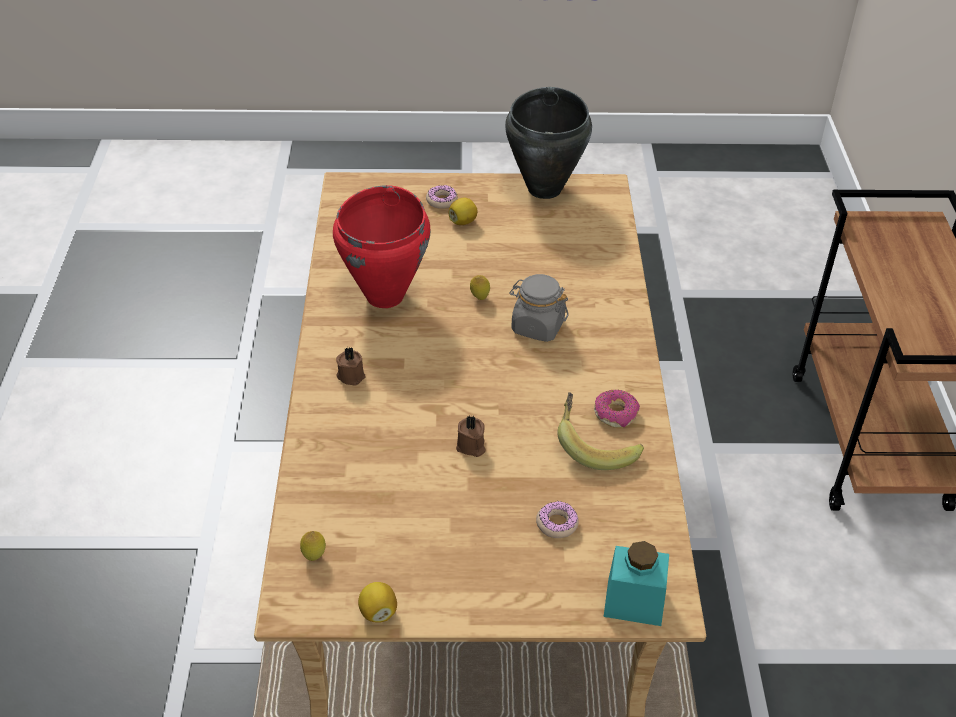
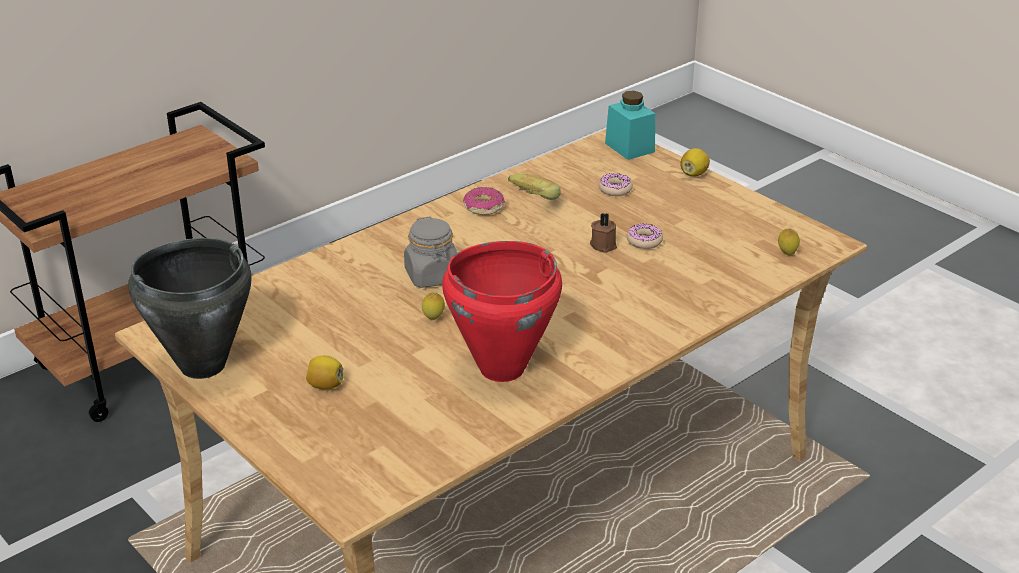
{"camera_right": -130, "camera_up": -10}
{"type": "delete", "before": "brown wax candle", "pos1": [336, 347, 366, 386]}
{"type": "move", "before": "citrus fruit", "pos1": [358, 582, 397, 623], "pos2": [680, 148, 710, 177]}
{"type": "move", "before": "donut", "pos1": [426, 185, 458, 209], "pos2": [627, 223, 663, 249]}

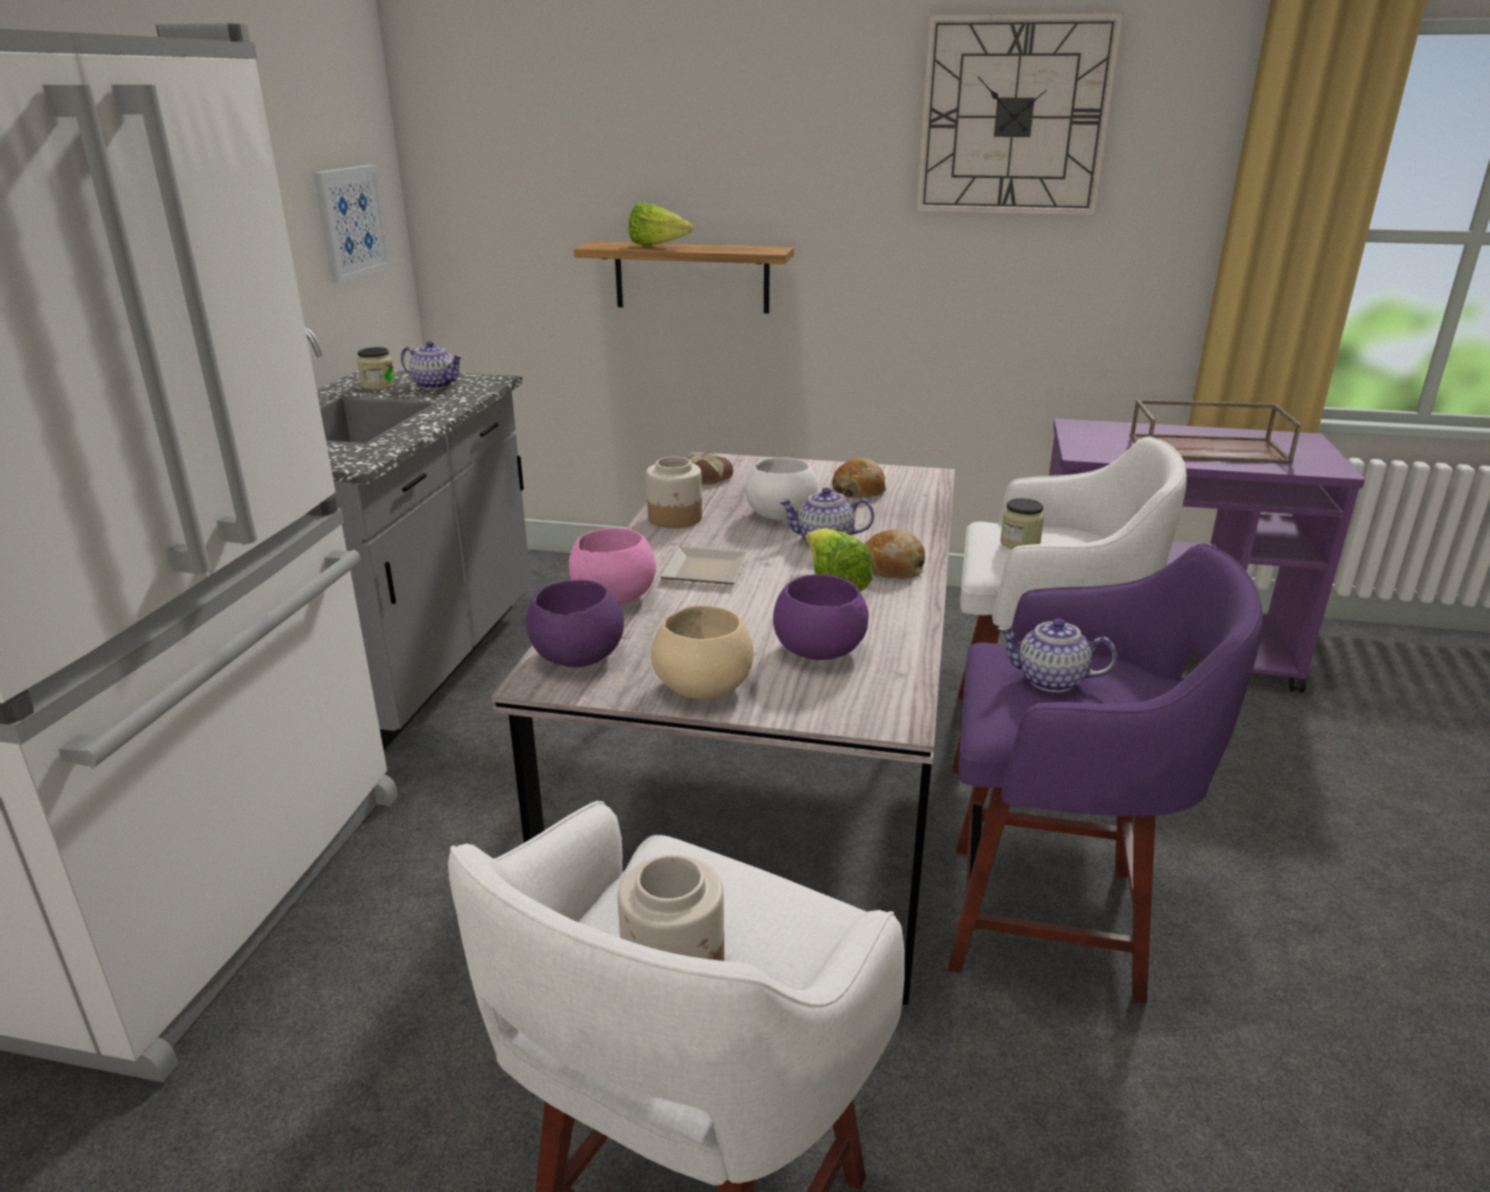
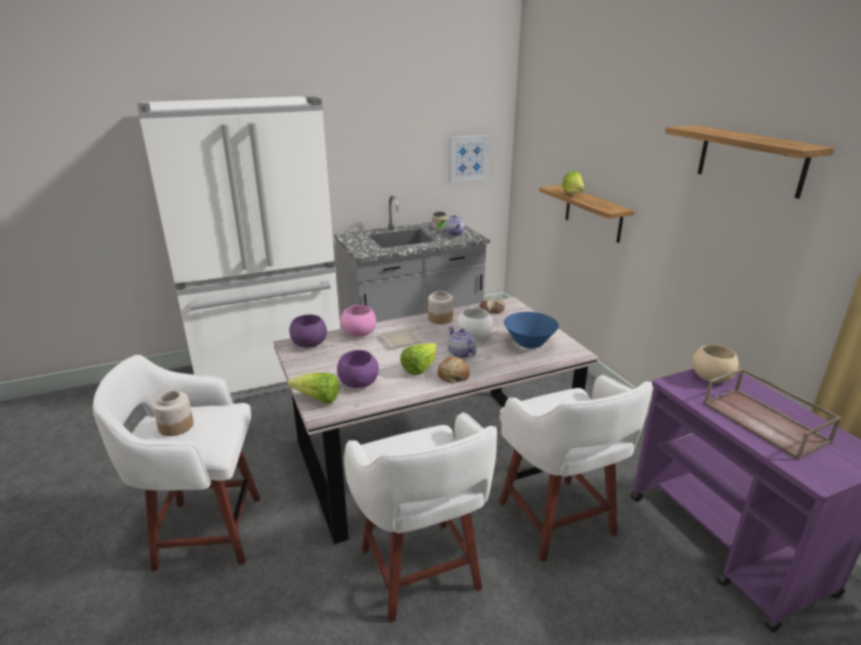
{"camera_right": 55, "camera_up": 0}
{"type": "delete", "before": "pot for tea", "pos1": [998, 618, 1117, 692]}
{"type": "delete", "before": "preserve jar", "pos1": [1000, 498, 1044, 549]}
{"type": "insert", "after": "lettuce head", "pos2": [287, 373, 339, 403]}
{"type": "move", "before": "sand-coloured bowl", "pos1": [651, 605, 753, 699], "pos2": [692, 345, 739, 383]}
{"type": "replace", "before": "bread", "after": "blue-coloured bowl", "pos1": [832, 458, 886, 499], "pos2": [504, 312, 559, 349]}
{"type": "replace", "before": "hanging clock", "after": "shelf", "pos1": [916, 13, 1123, 216], "pos2": [665, 125, 835, 199]}
{"type": "recolor", "before": "purplish stool seat", "after": "whitish stool seat", "pos1": [948, 543, 1263, 1004], "pos2": [344, 412, 497, 623]}

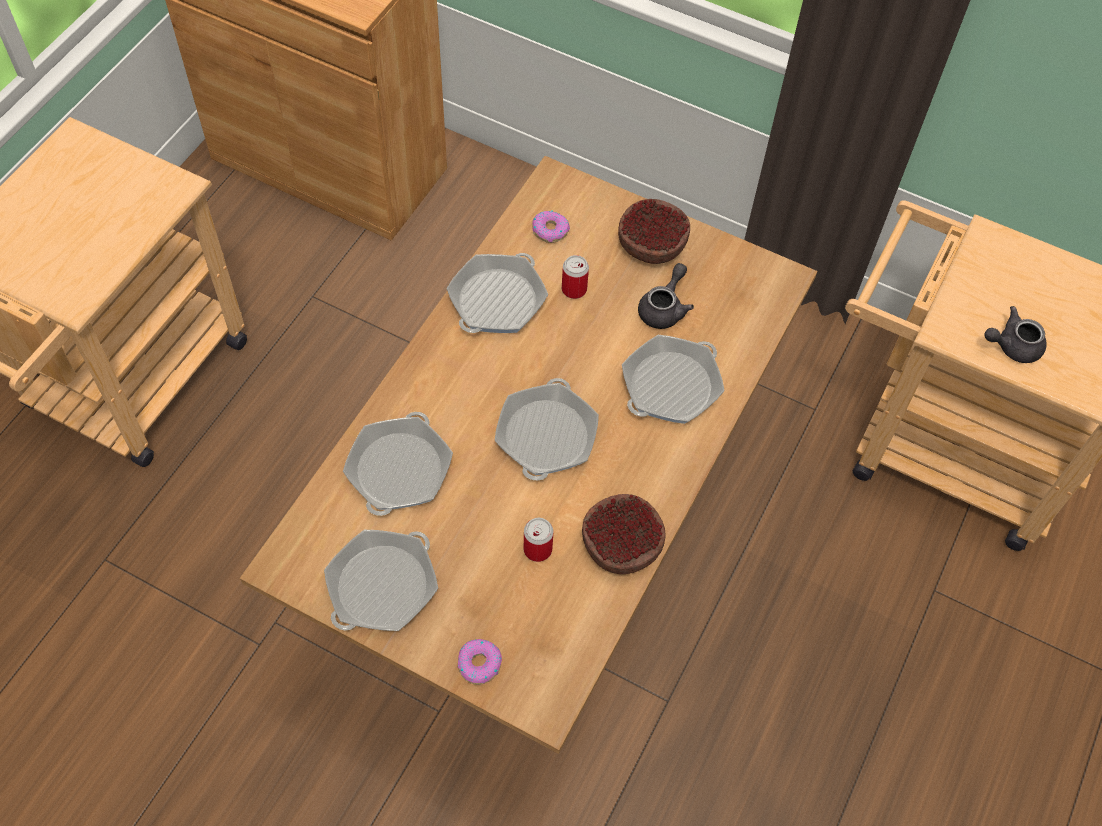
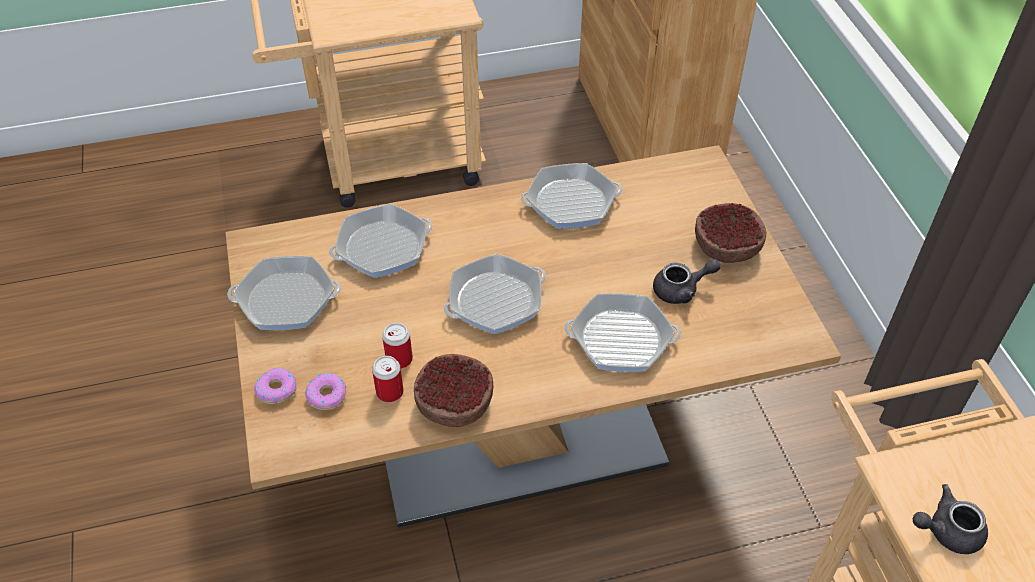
{"camera_right": 50, "camera_up": -10}
{"type": "move", "before": "donut", "pos1": [532, 210, 570, 243], "pos2": [305, 373, 346, 410]}
{"type": "move", "before": "can", "pos1": [562, 255, 589, 299], "pos2": [372, 356, 404, 402]}
{"type": "rotate", "before": "grey pot for tea", "pos1": [984, 306, 1047, 363], "pos2": [913, 484, 988, 554], "turn": -45}

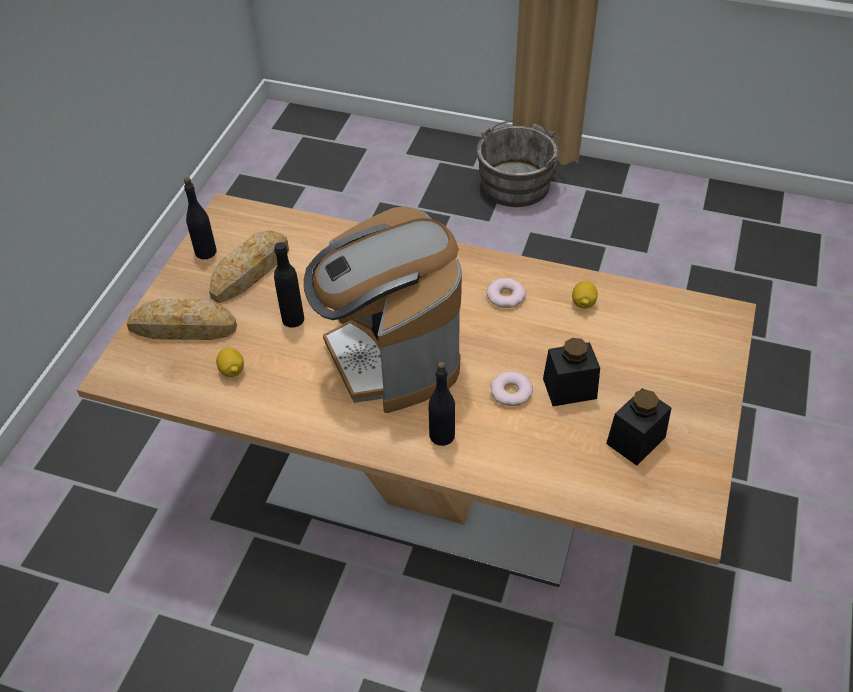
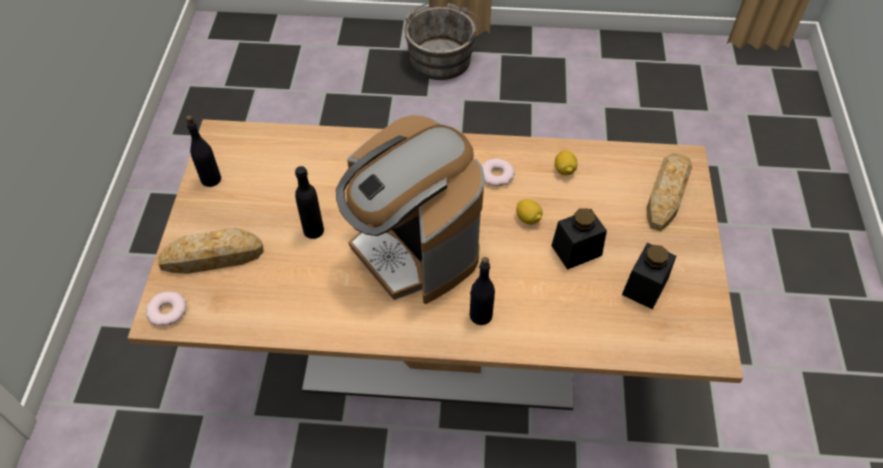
{"camera_right": -15, "camera_up": 5}
{"type": "move", "before": "bread", "pos1": [209, 231, 289, 303], "pos2": [647, 153, 692, 231]}
{"type": "move", "before": "citrus fruit", "pos1": [216, 348, 244, 377], "pos2": [516, 199, 543, 224]}
{"type": "move", "before": "donut", "pos1": [490, 371, 533, 406], "pos2": [146, 291, 186, 326]}

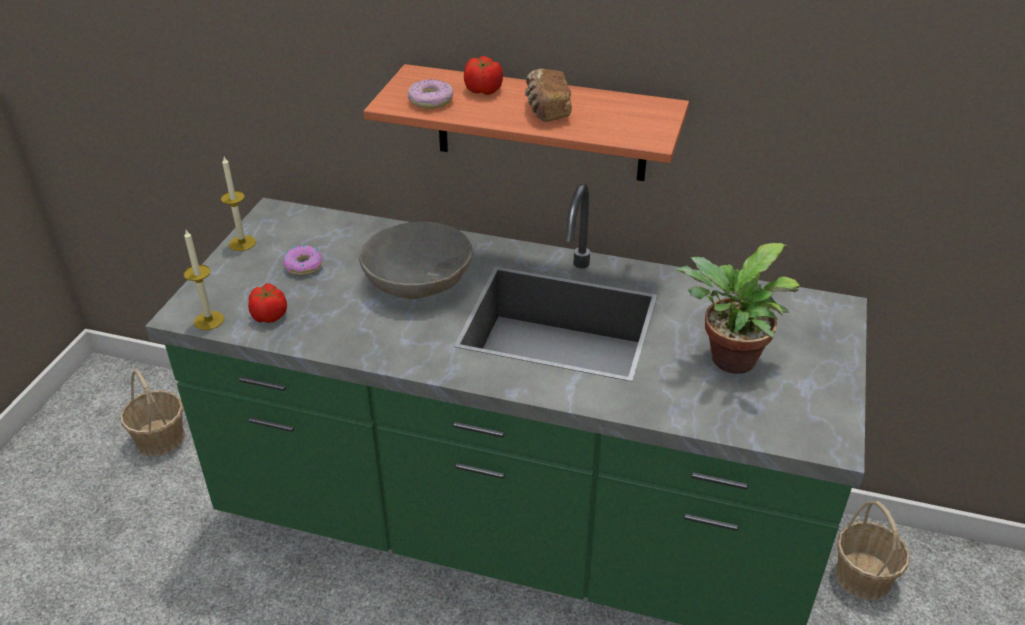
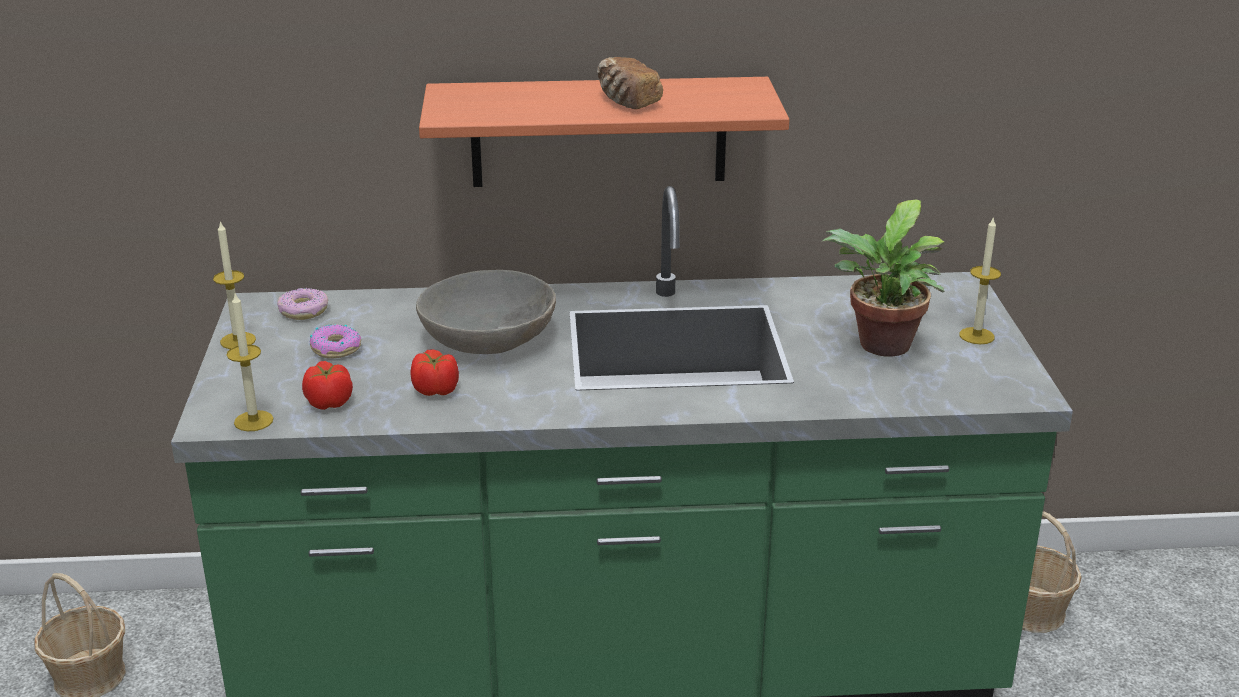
{"camera_right": -20, "camera_up": -10}
{"type": "insert", "after": "wax candle", "pos2": [959, 216, 1001, 344]}
{"type": "move", "before": "donut", "pos1": [408, 79, 453, 109], "pos2": [277, 288, 328, 320]}
{"type": "move", "before": "whole tomato", "pos1": [464, 56, 503, 95], "pos2": [411, 349, 459, 396]}

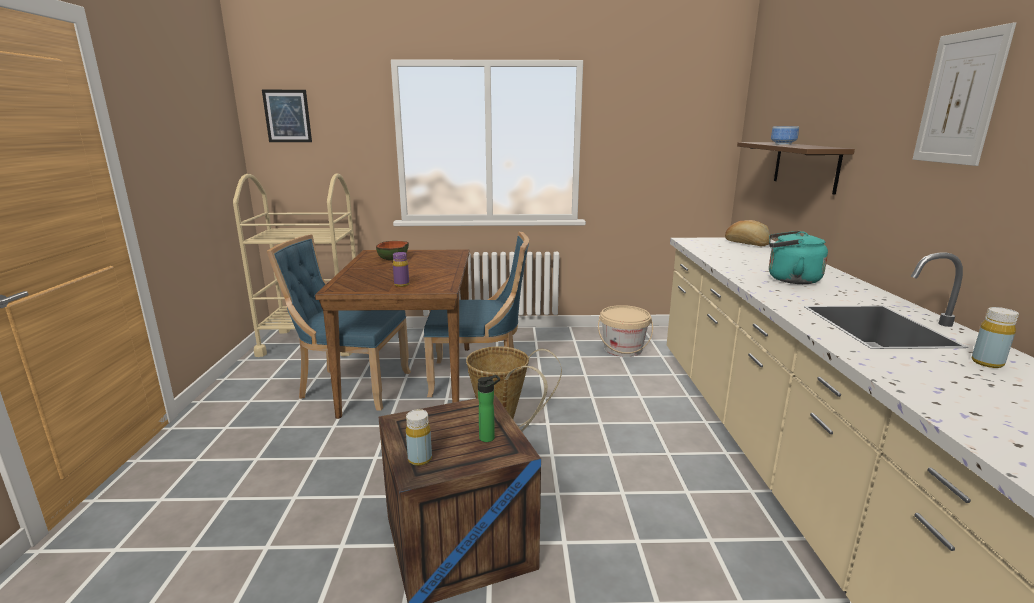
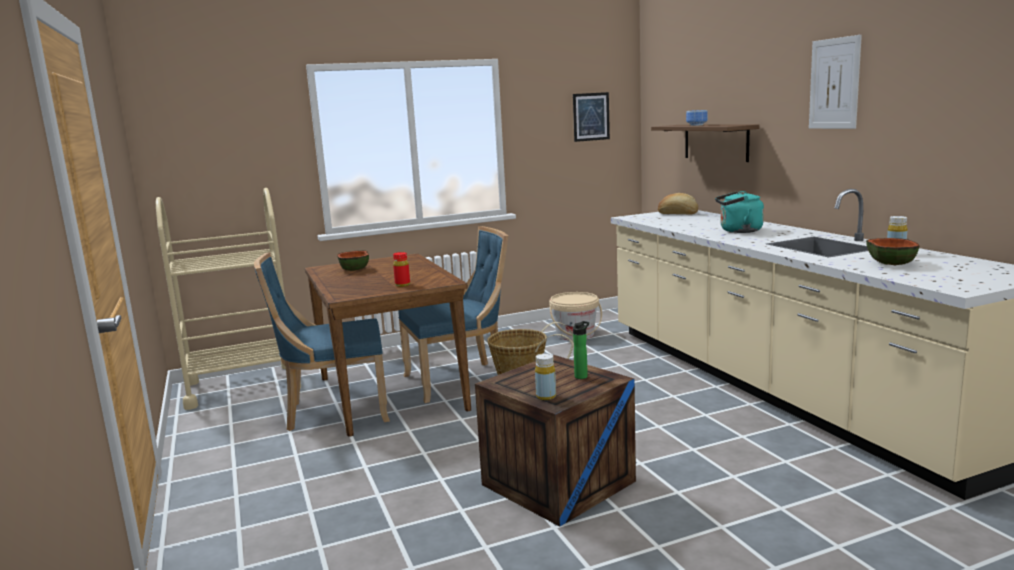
{"camera_right": -20, "camera_up": -5}
{"type": "insert", "after": "bowl", "pos2": [866, 238, 920, 265]}
{"type": "move", "before": "picture", "pos1": [262, 90, 312, 142], "pos2": [573, 92, 610, 142]}
{"type": "recolor", "before": "purplish bottle", "after": "red bottle", "pos1": [393, 252, 409, 287], "pos2": [393, 252, 410, 287]}

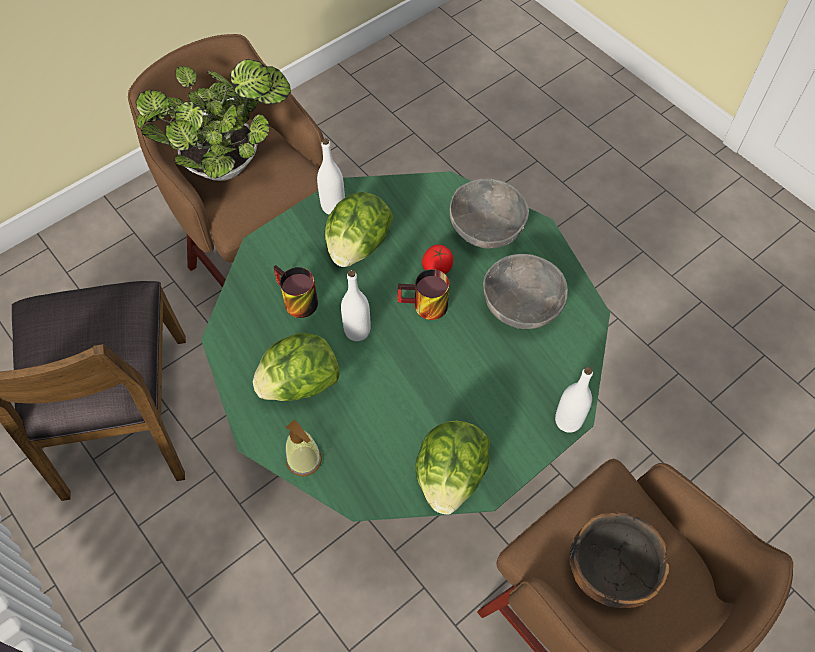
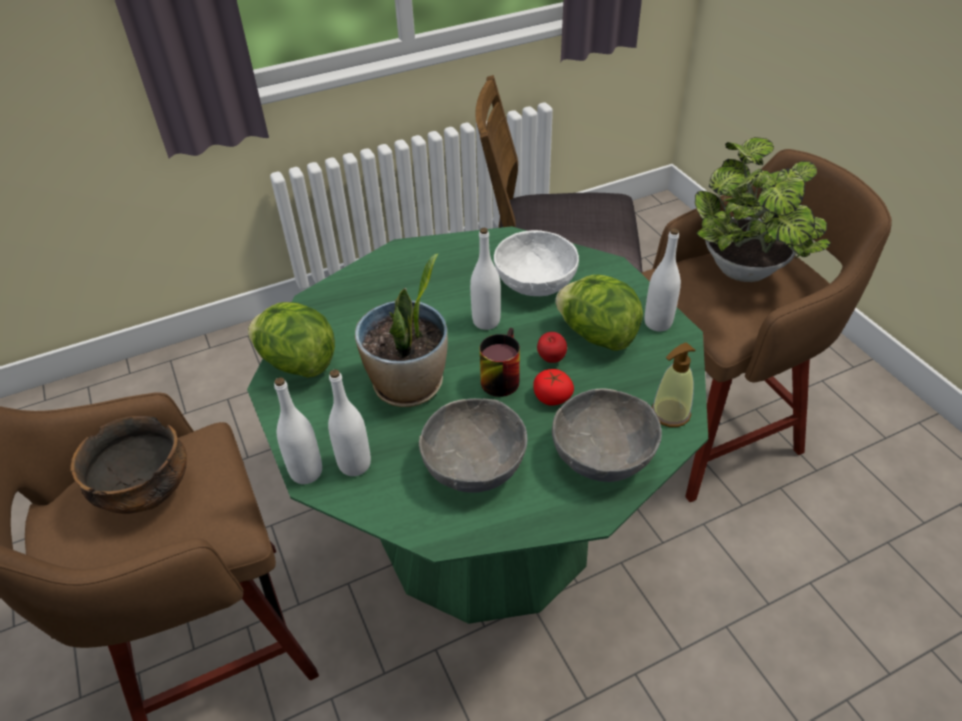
{"camera_right": 105, "camera_up": -15}
{"type": "delete", "before": "lettuce head", "pos1": [253, 333, 340, 401]}
{"type": "insert", "after": "whitish bottle", "pos2": [328, 369, 371, 476]}
{"type": "insert", "after": "potted plant", "pos2": [355, 253, 448, 407]}
{"type": "insert", "after": "whole apple", "pos2": [537, 332, 567, 363]}
{"type": "move", "before": "soap bottle", "pos1": [285, 419, 322, 477], "pos2": [652, 342, 696, 427]}
{"type": "replace", "before": "tea mug", "after": "whitish bowl", "pos1": [274, 265, 318, 318], "pos2": [494, 230, 579, 296]}

